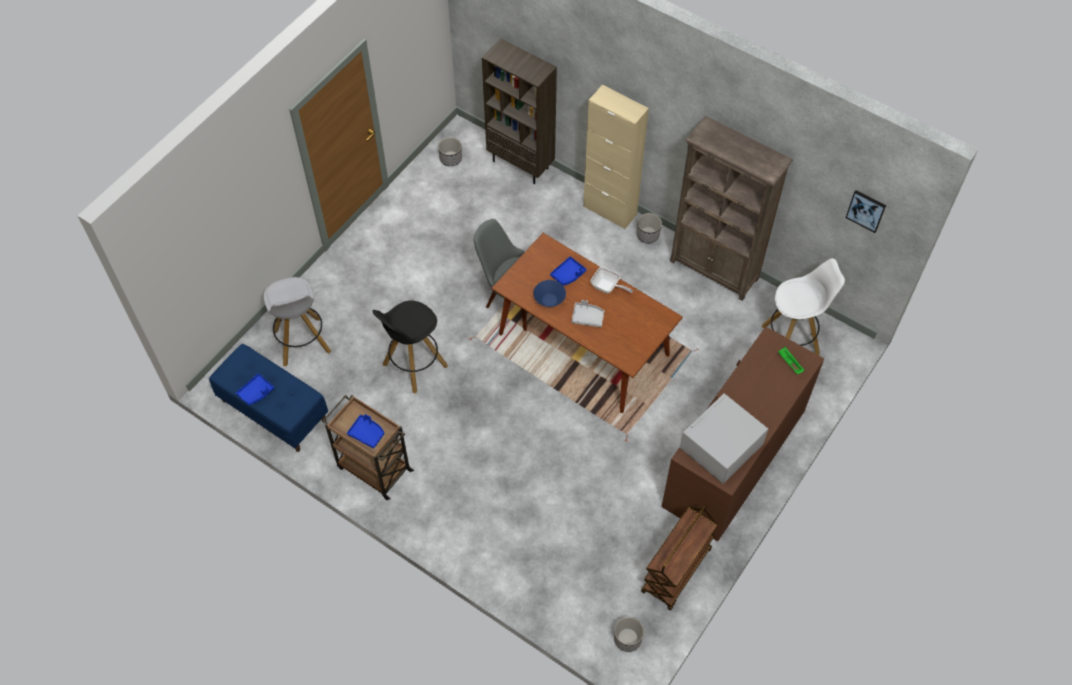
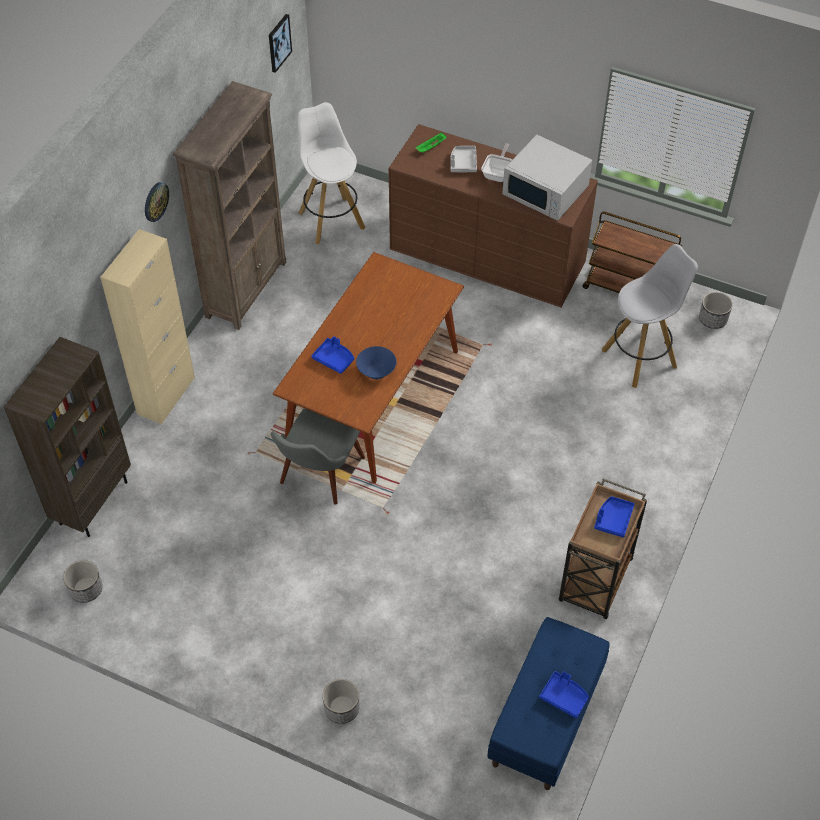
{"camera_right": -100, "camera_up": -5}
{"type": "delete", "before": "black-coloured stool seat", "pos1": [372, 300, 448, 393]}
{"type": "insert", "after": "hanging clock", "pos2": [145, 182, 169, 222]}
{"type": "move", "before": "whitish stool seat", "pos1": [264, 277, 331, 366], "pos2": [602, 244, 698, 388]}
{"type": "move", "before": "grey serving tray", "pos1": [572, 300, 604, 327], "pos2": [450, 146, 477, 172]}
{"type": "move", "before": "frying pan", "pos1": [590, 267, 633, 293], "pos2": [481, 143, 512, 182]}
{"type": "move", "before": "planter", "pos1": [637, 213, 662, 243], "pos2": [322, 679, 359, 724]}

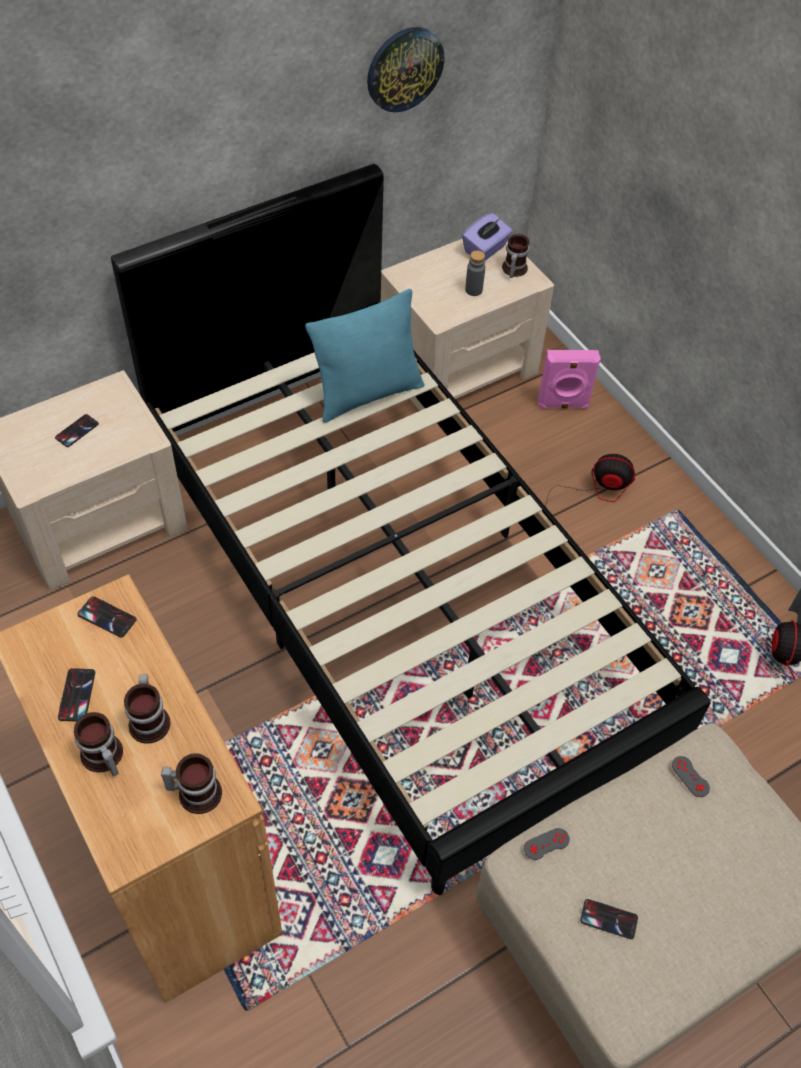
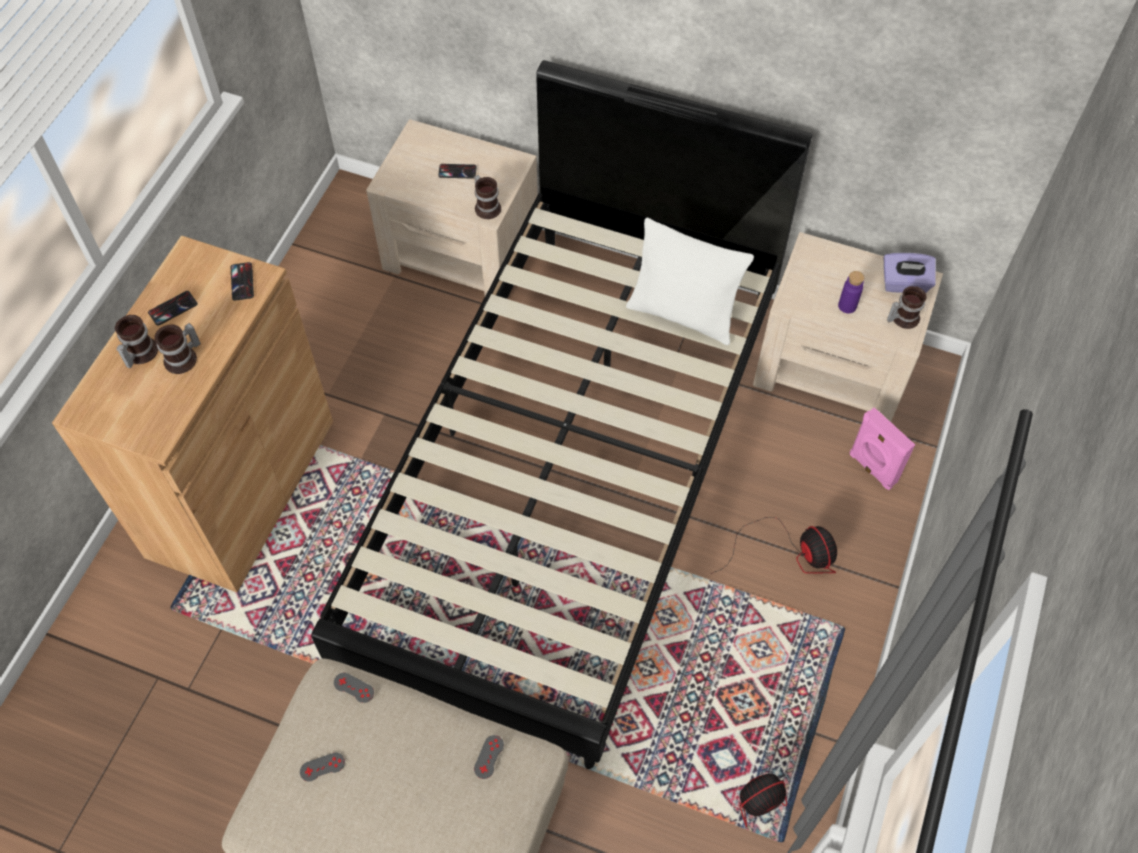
{"camera_right": 55, "camera_up": 5}
{"type": "delete", "before": "hanging clock", "pos1": [367, 27, 444, 112]}
{"type": "move", "before": "tea mug", "pos1": [161, 753, 222, 814], "pos2": [474, 175, 501, 219]}
{"type": "replace", "before": "phone", "after": "grey joypad", "pos1": [580, 899, 638, 939], "pos2": [300, 753, 345, 782]}
{"type": "recolor", "before": "blue-green throw pillow", "after": "whitish throw pillow", "pos1": [305, 289, 424, 423], "pos2": [626, 218, 754, 345]}
{"type": "recolor", "before": "grey bottle", "after": "purplish bottle", "pos1": [465, 251, 485, 296], "pos2": [838, 271, 864, 313]}

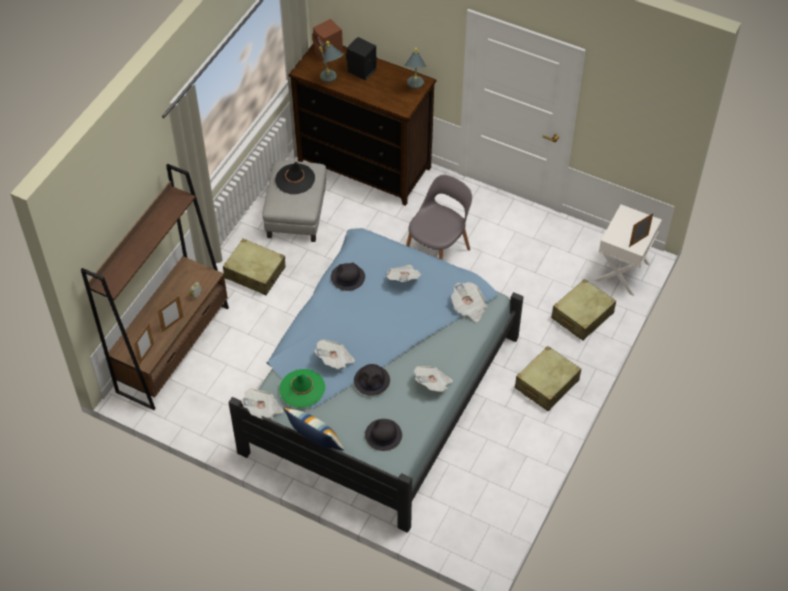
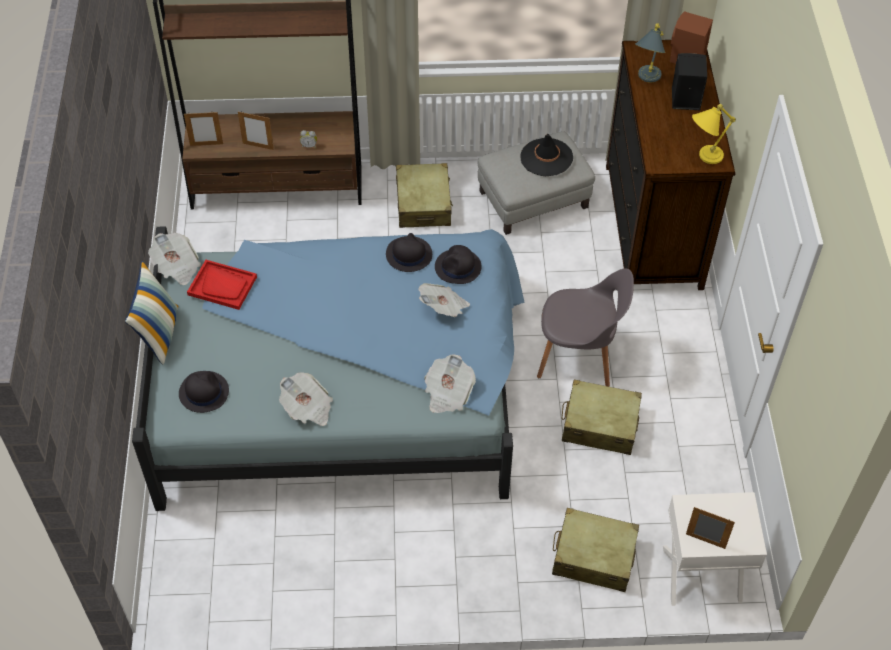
{"camera_right": 60, "camera_up": 0}
{"type": "delete", "before": "printed paper", "pos1": [314, 339, 355, 369]}
{"type": "move", "before": "black-coloured clothing hat", "pos1": [354, 364, 390, 396], "pos2": [435, 245, 482, 284]}
{"type": "move", "before": "sand-coloured piece of luggage", "pos1": [515, 346, 581, 411], "pos2": [562, 380, 642, 455]}
{"type": "replace", "before": "green-coloured clothing hat", "after": "red serving tray", "pos1": [279, 369, 325, 408], "pos2": [187, 260, 257, 310]}
{"type": "recolor", "before": "grey lamp for a table", "after": "yellowish lamp for a table", "pos1": [404, 48, 426, 89], "pos2": [692, 104, 736, 164]}

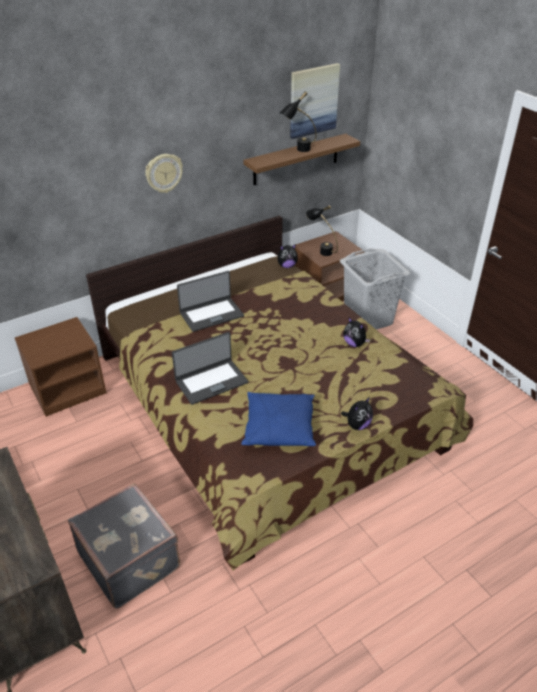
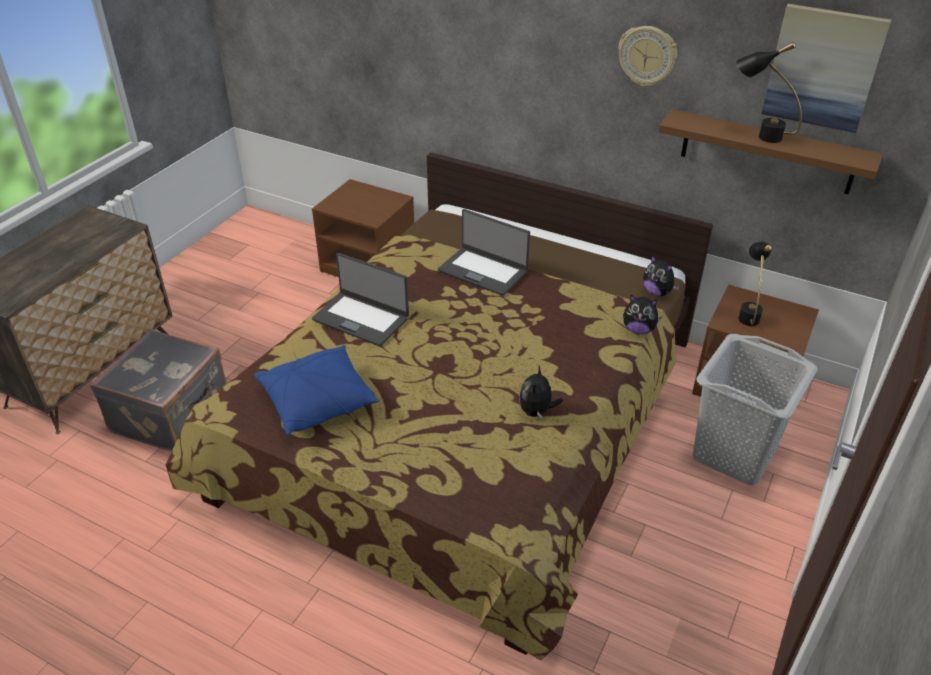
{"camera_right": 60, "camera_up": 0}
{"type": "move", "before": "hanging clock", "pos1": [145, 154, 183, 193], "pos2": [618, 26, 677, 86]}
{"type": "move", "before": "cuddly toy", "pos1": [341, 397, 373, 430], "pos2": [623, 295, 662, 334]}

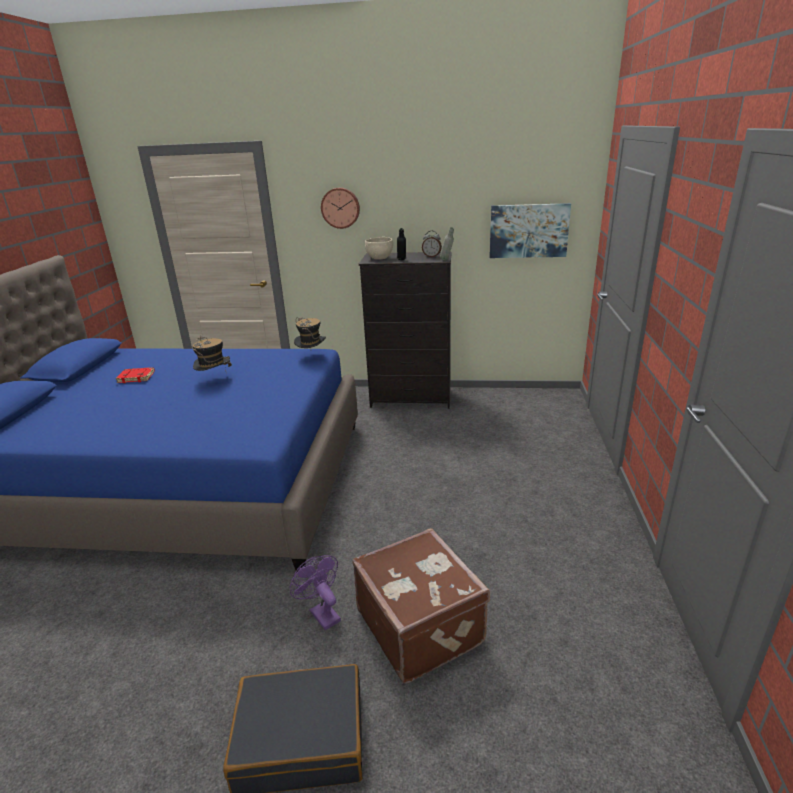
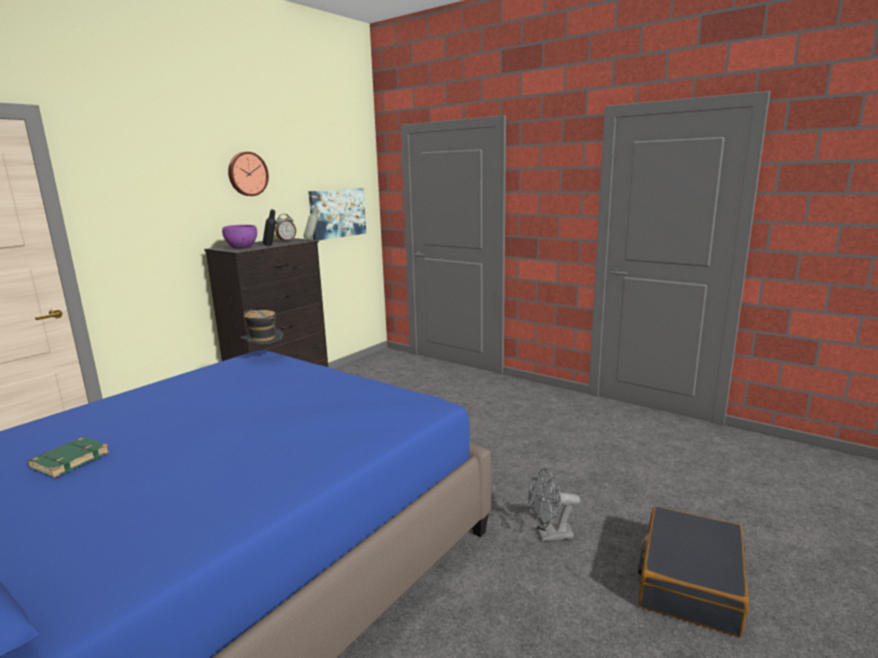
{"camera_right": -60, "camera_up": -10}
{"type": "delete", "before": "clothing hat", "pos1": [193, 336, 232, 371]}
{"type": "delete", "before": "brown piece of luggage", "pos1": [353, 528, 490, 684]}
{"type": "move", "before": "hanging clock", "pos1": [321, 188, 360, 229], "pos2": [228, 152, 269, 196]}
{"type": "recolor", "before": "red book", "after": "green-coloured book", "pos1": [116, 367, 155, 383], "pos2": [27, 437, 109, 478]}
{"type": "recolor", "before": "purplish electric fan", "after": "grey electric fan", "pos1": [289, 555, 341, 630], "pos2": [528, 468, 580, 541]}
{"type": "recolor", "before": "sand-coloured bowl", "after": "purplish bowl", "pos1": [365, 237, 393, 260], "pos2": [222, 225, 257, 249]}

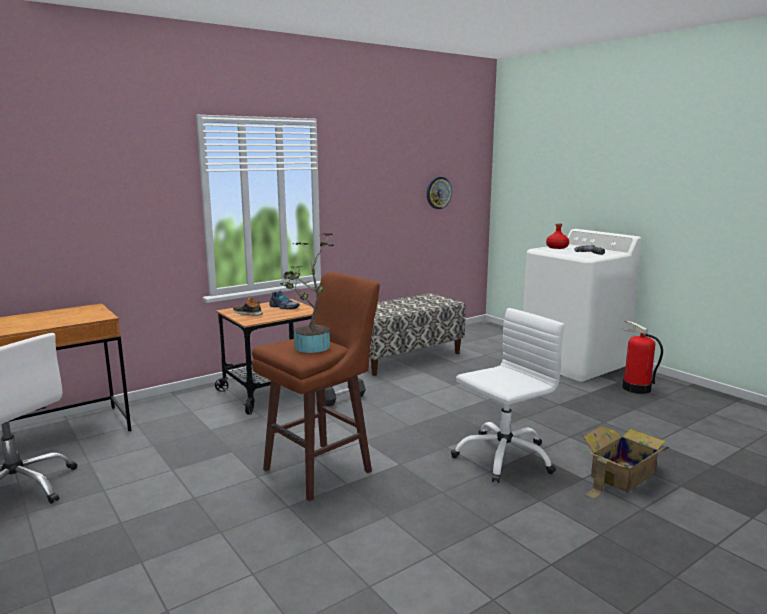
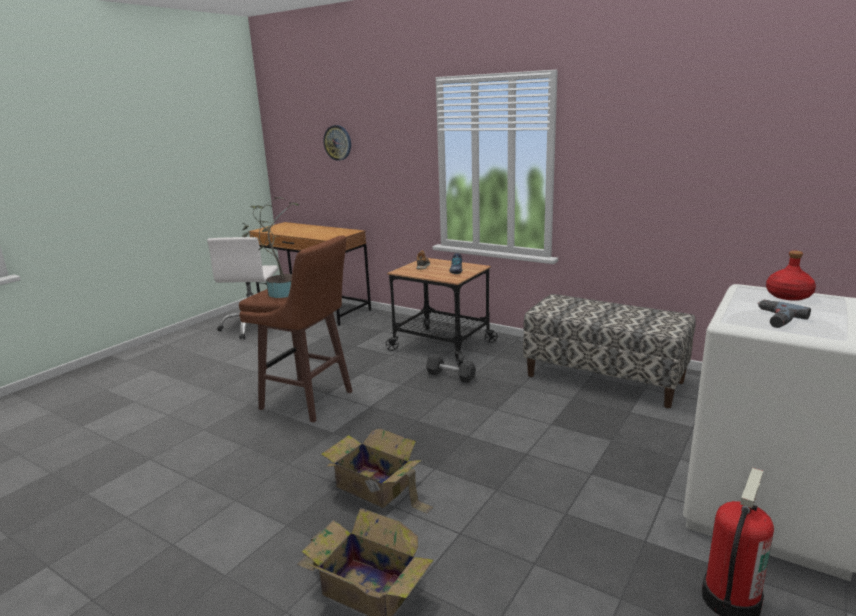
{"camera_right": 70, "camera_up": 5}
{"type": "move", "before": "hanging clock", "pos1": [427, 177, 452, 209], "pos2": [323, 125, 351, 161]}
{"type": "replace", "before": "whitish computer chair", "after": "packing box", "pos1": [451, 308, 565, 483], "pos2": [321, 428, 433, 514]}

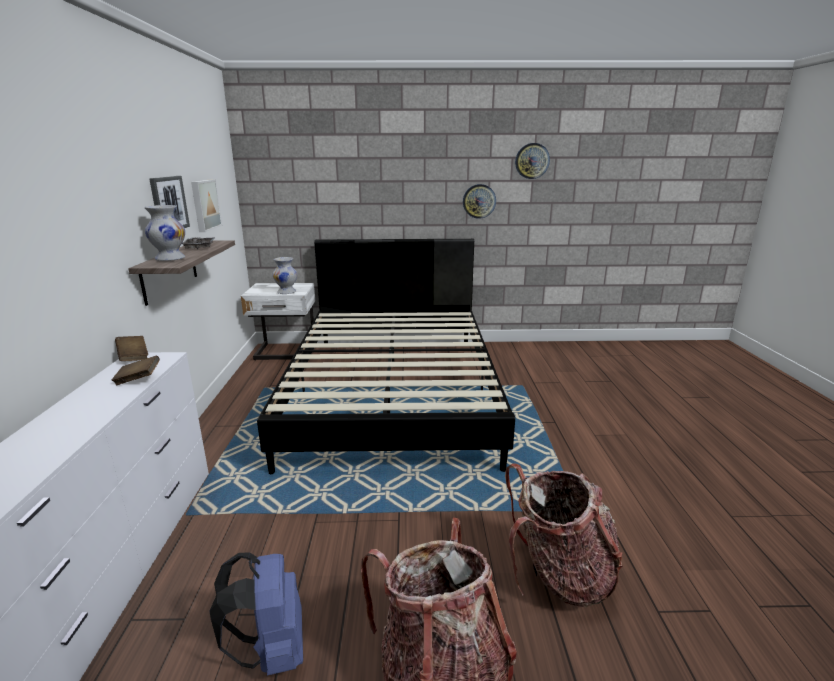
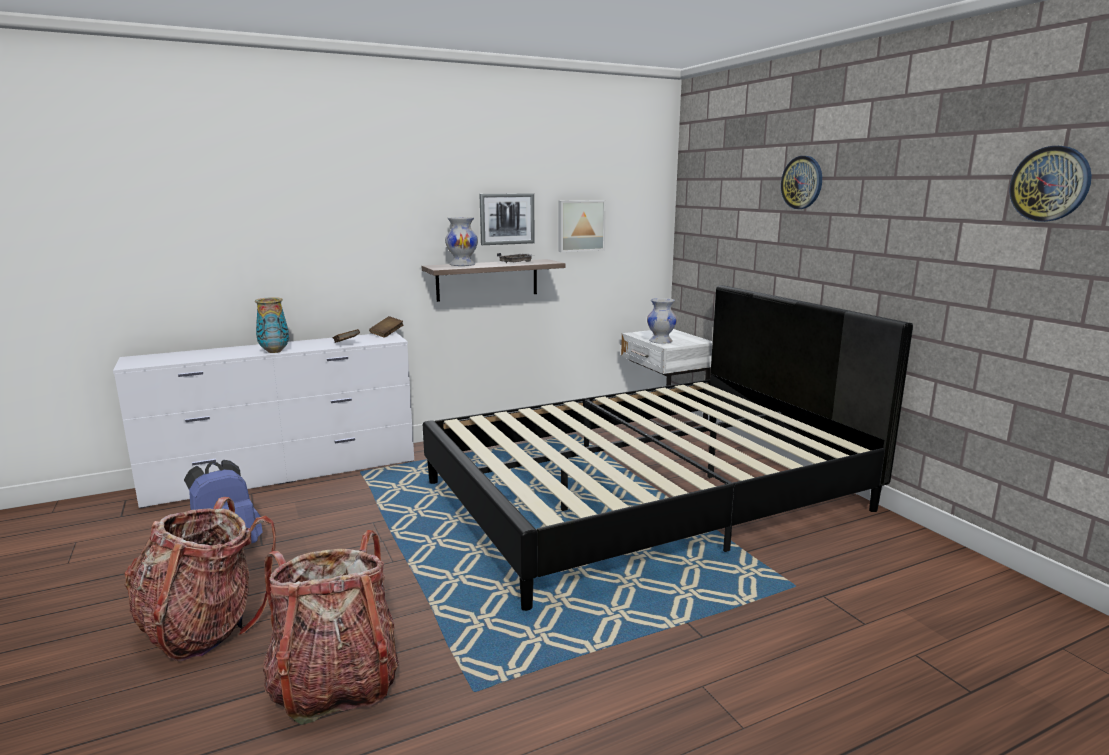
{"camera_right": 65, "camera_up": -5}
{"type": "insert", "after": "decorative vase", "pos2": [255, 297, 289, 353]}
{"type": "move", "before": "hanging clock", "pos1": [463, 184, 496, 219], "pos2": [781, 156, 822, 209]}

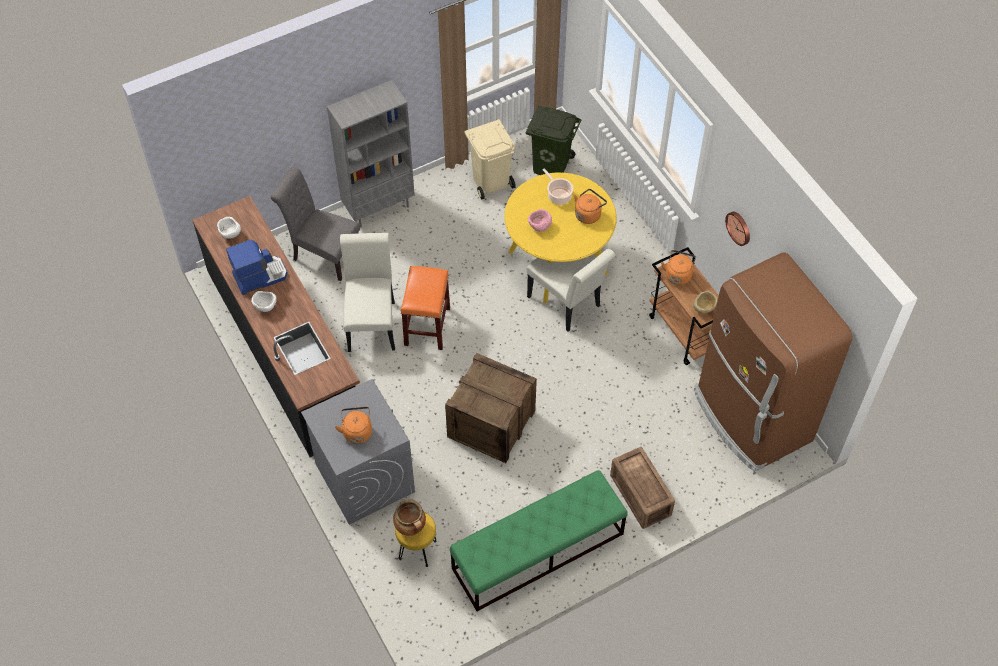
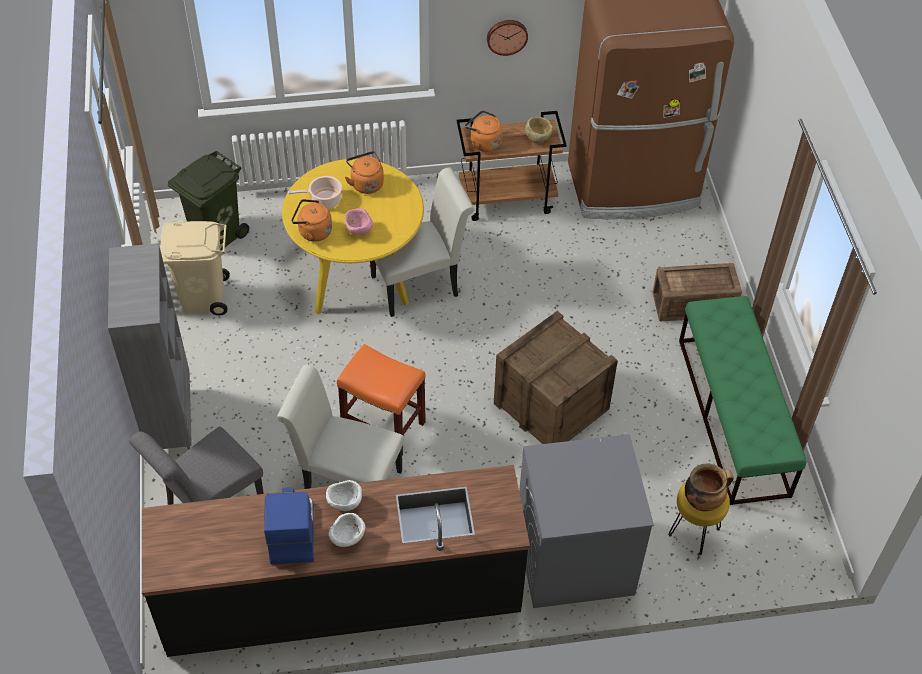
{"camera_right": -70, "camera_up": -5}
{"type": "move", "before": "whitish bowl", "pos1": [217, 217, 241, 239], "pos2": [326, 480, 362, 511]}
{"type": "move", "before": "orangey water kettle", "pos1": [335, 407, 372, 444], "pos2": [291, 199, 332, 242]}

